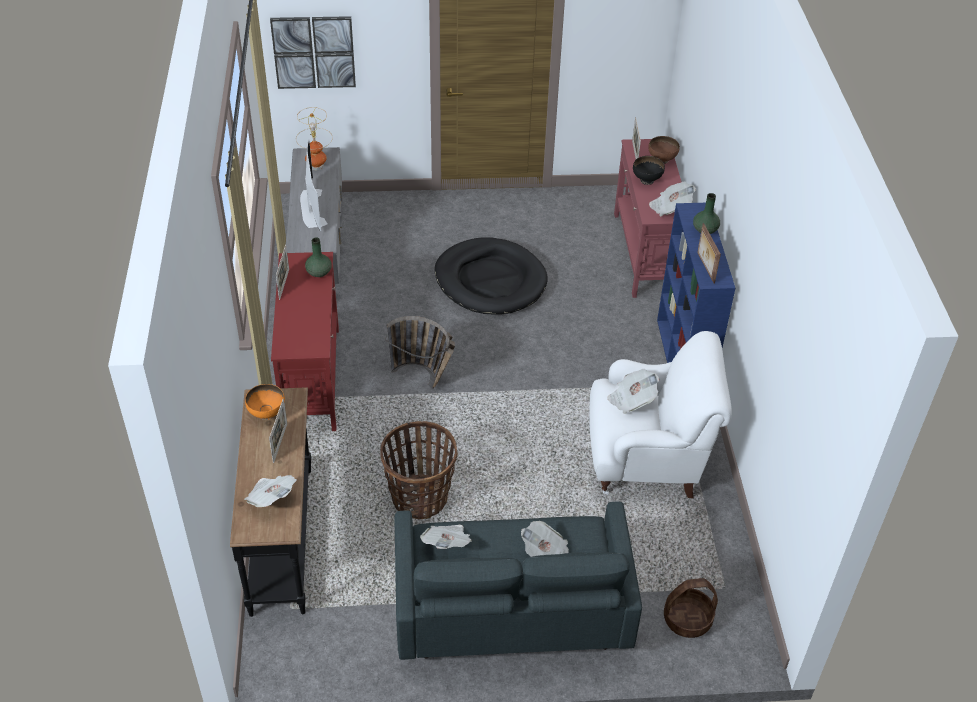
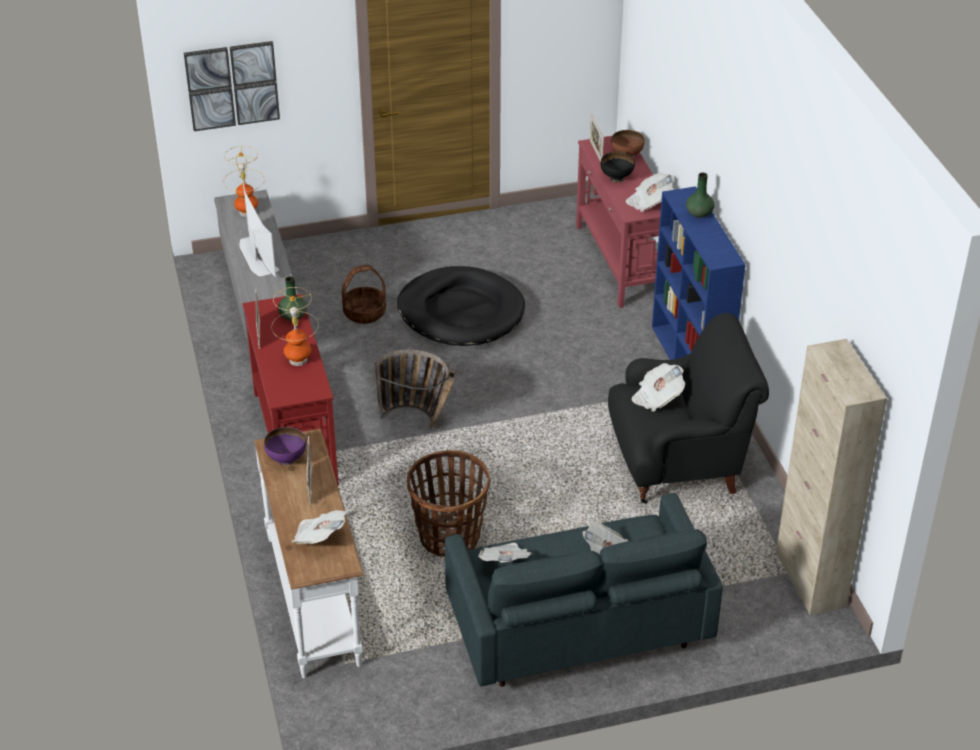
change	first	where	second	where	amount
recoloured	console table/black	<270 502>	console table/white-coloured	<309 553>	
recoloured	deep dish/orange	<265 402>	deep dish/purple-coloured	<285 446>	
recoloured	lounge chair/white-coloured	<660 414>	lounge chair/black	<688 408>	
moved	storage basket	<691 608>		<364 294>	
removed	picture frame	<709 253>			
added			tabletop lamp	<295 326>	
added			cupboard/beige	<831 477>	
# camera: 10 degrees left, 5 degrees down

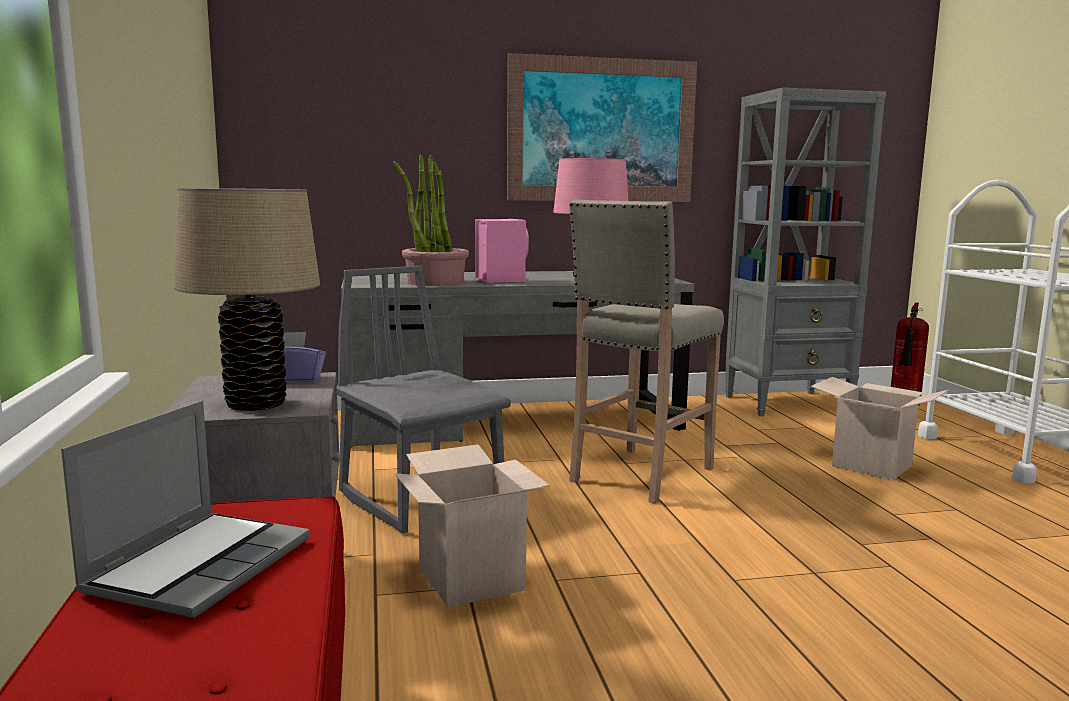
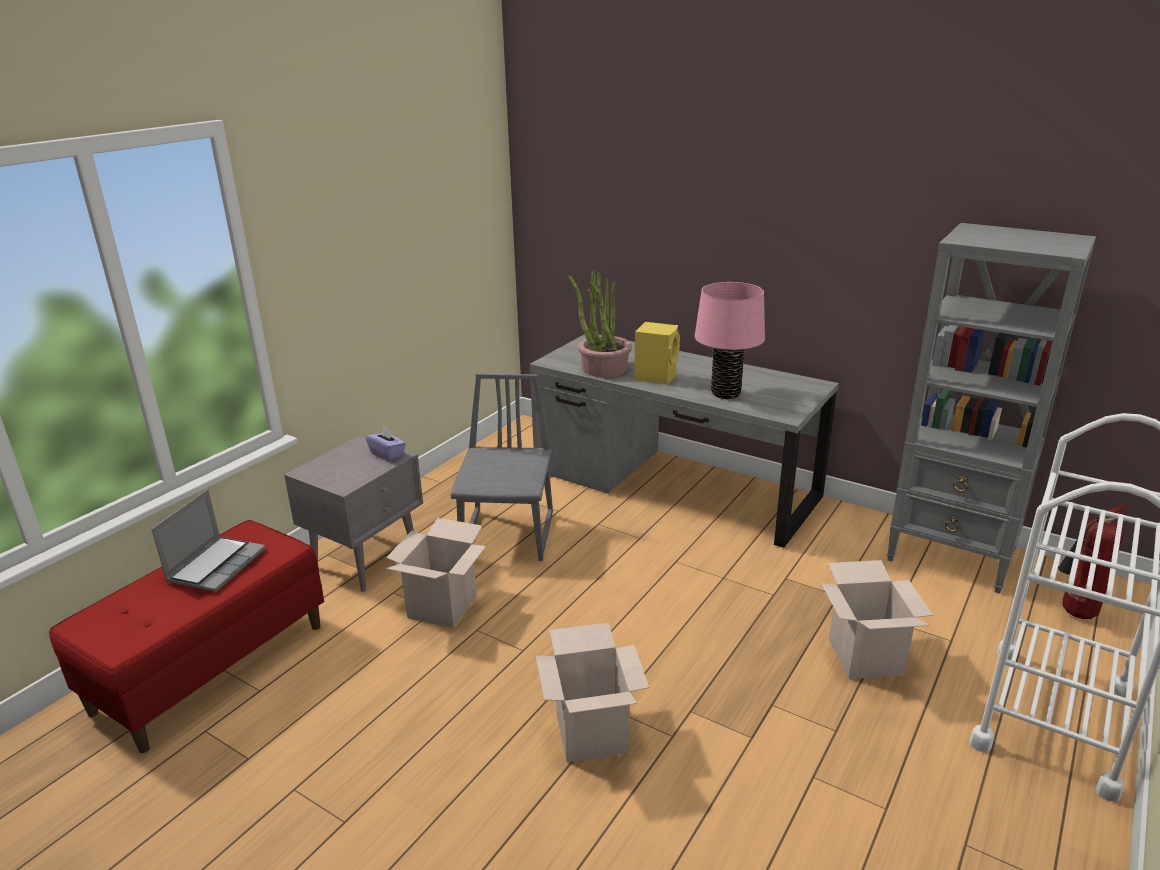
change	first	where	second	where	amount
turned	portable computer	<185 509>		<209 540>	45 degrees counterclockwise
removed	tabletop lamp/beige	<247 299>			
recoloured	speaker/pink-coloured	<502 251>	speaker/yellow	<657 353>	
removed	wall art	<602 127>			
removed	stool/beige	<646 351>			
added			packing box	<592 693>	
# camera: 45 degrees right, 15 degrees up

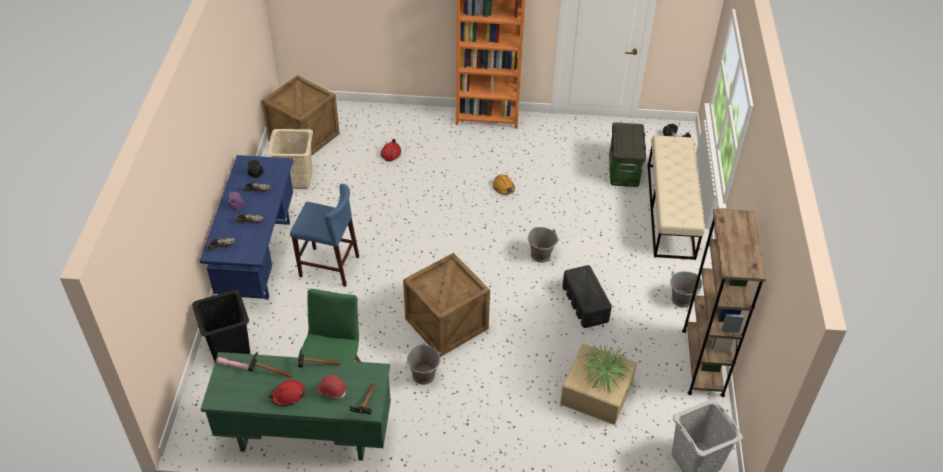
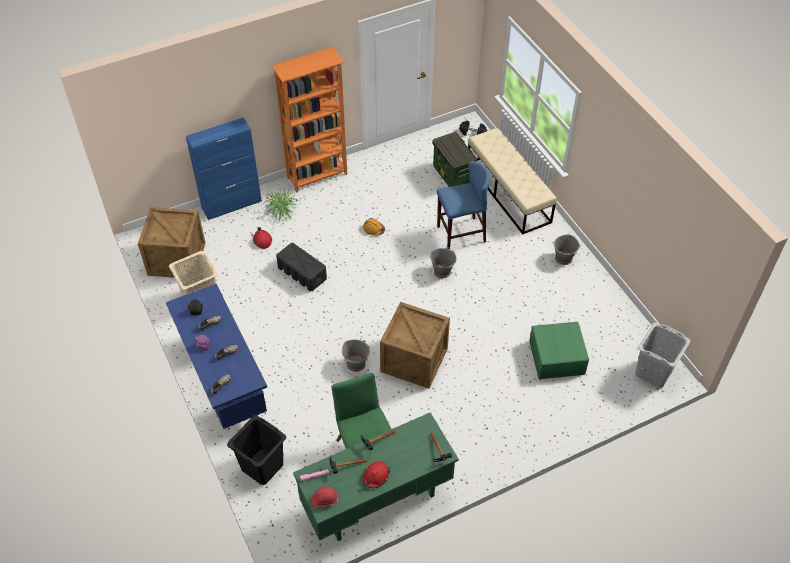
change	first	where	second	where	amount
moved	stool/bluish	<324 235>		<463 205>	
moved	safety helmet/red	<331 387>		<325 496>	
moved	bucket/gray	<423 364>		<356 355>	
recoloured	storage bin/beige	<598 384>	storage bin/greenish	<559 350>	
moved	storage bin/black	<587 296>		<301 267>	
moved	plant in a pot	<605 368>		<281 204>	
removed	bookshelf/brownish	<724 303>			
added			cupboard/bluish	<224 168>	
# camera: 30 degrees left, 5 degrees up

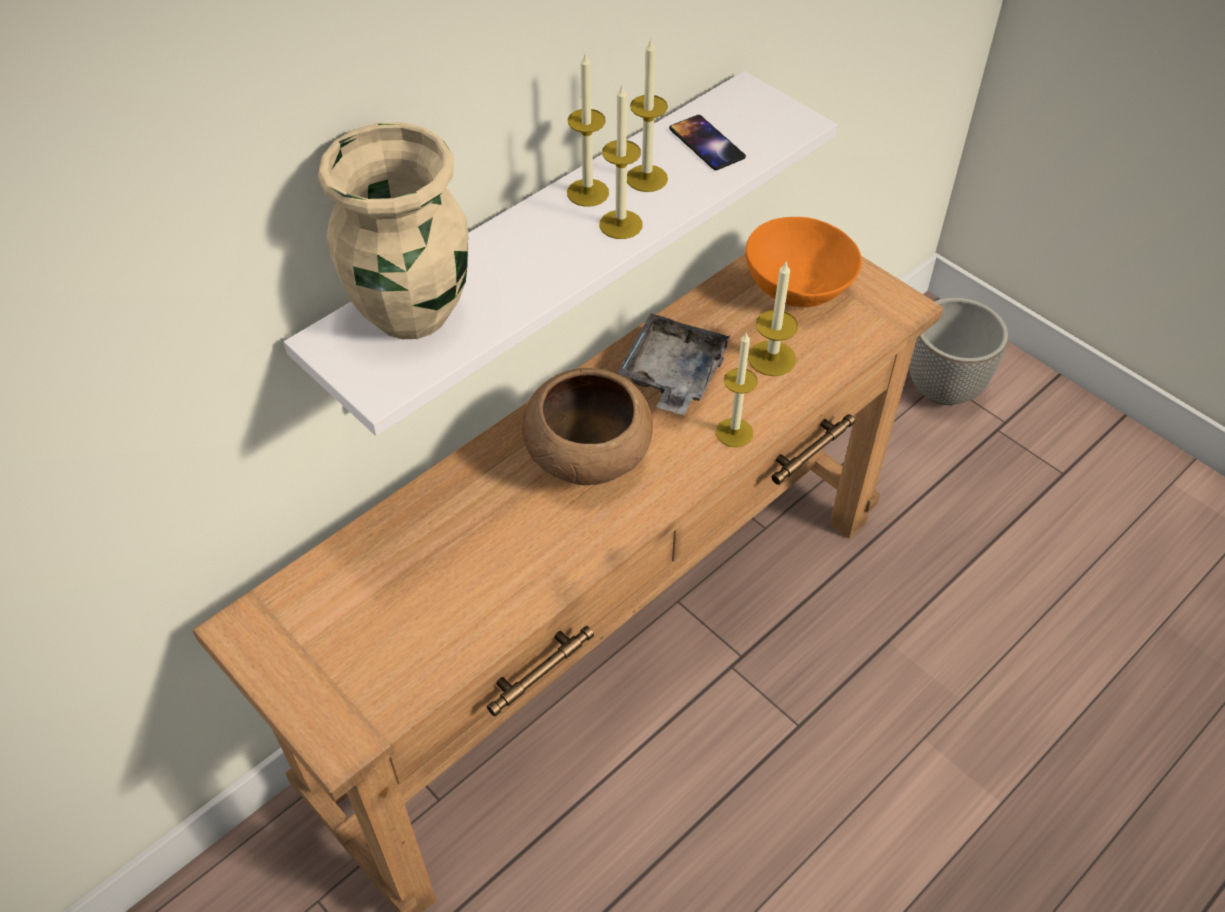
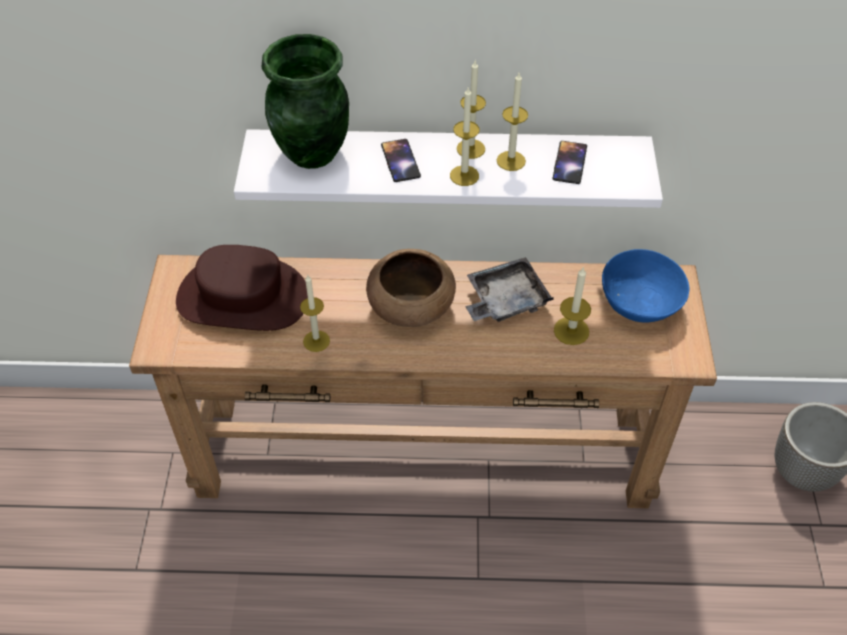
change	first	where	second	where	amount
recoloured	vase/beige	<393 230>	vase/greenish	<305 101>	
moved	wax light	<737 389>		<315 313>	
recoloured	deep dish/orange	<803 262>	deep dish/bluish	<645 285>	
added			clothing hat/brownish	<242 288>	
added			telephone	<401 160>	
# camera: 45 degrees right, 0 degrees up

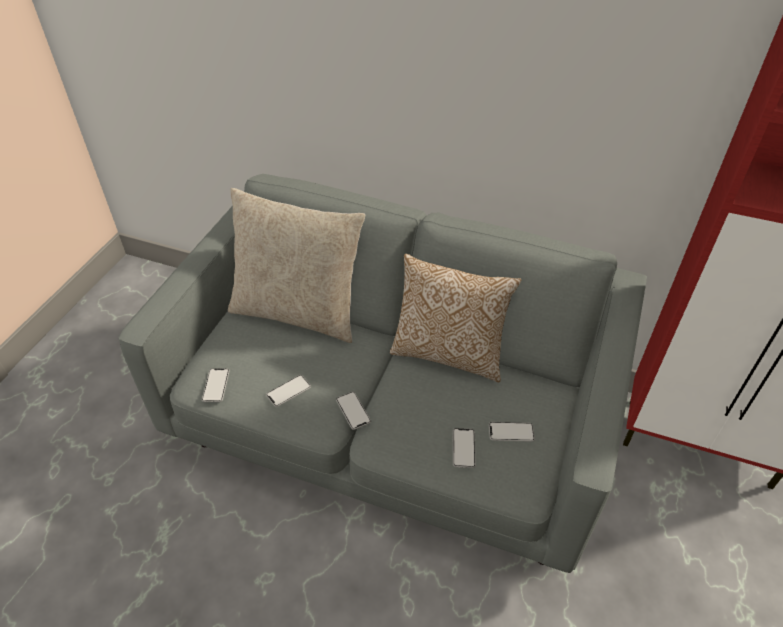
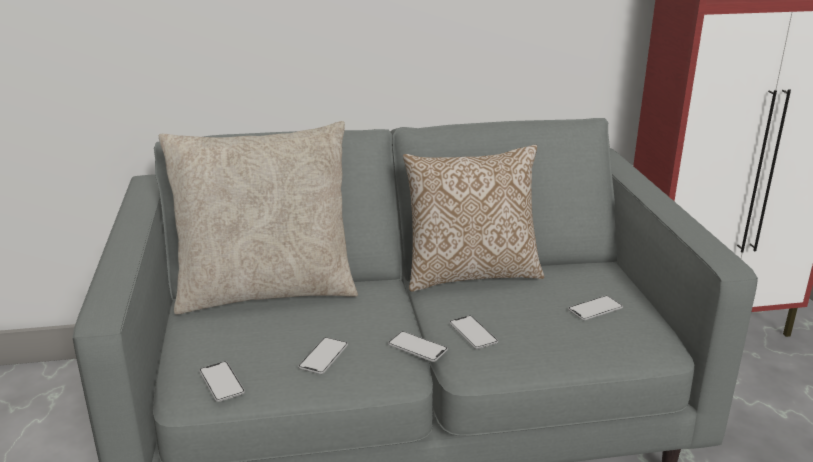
change	first	where	second	where	amount
moved	telephone	<464 448>		<473 332>	
# camera: 30 degrees left, 20 degrees down

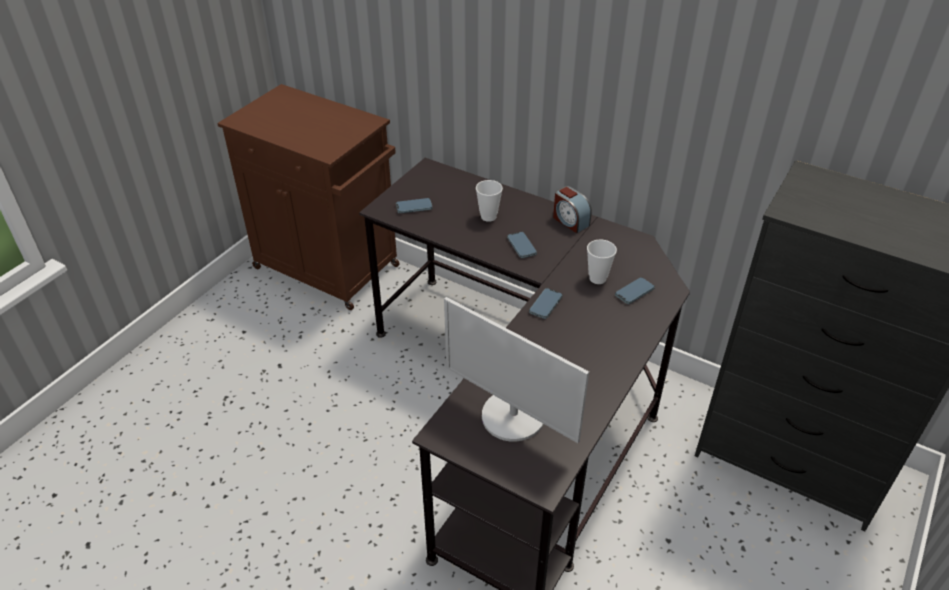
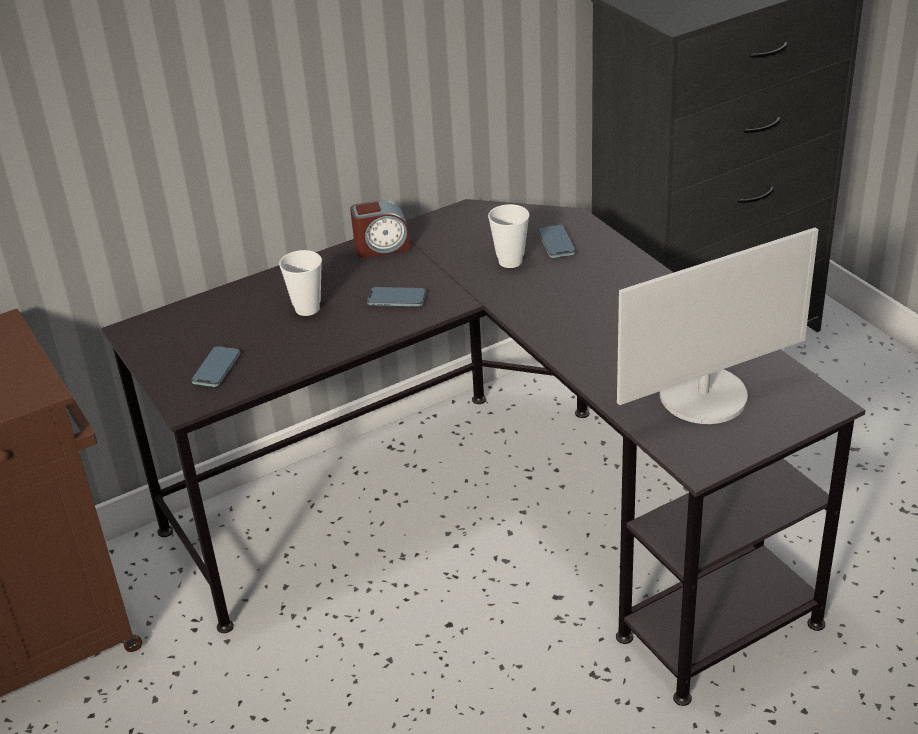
change	first	where	second	where	amount
removed	telephone	<546 303>			
# camera: 60 degrees left, 5 degrees down

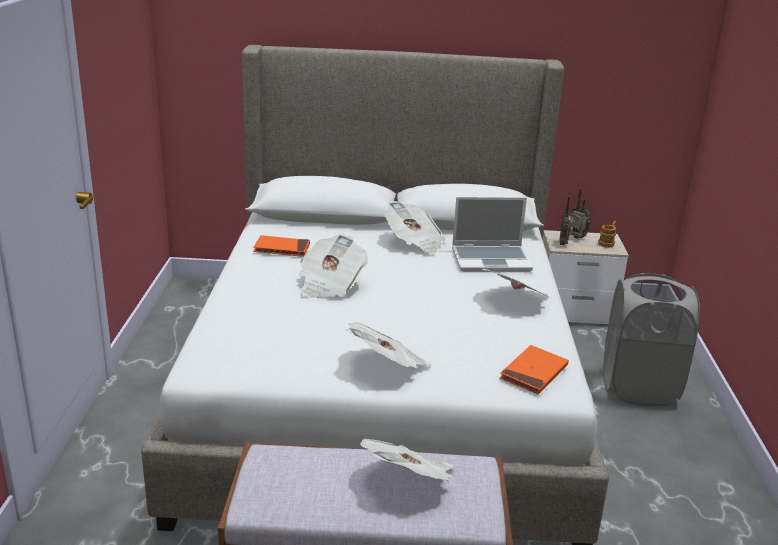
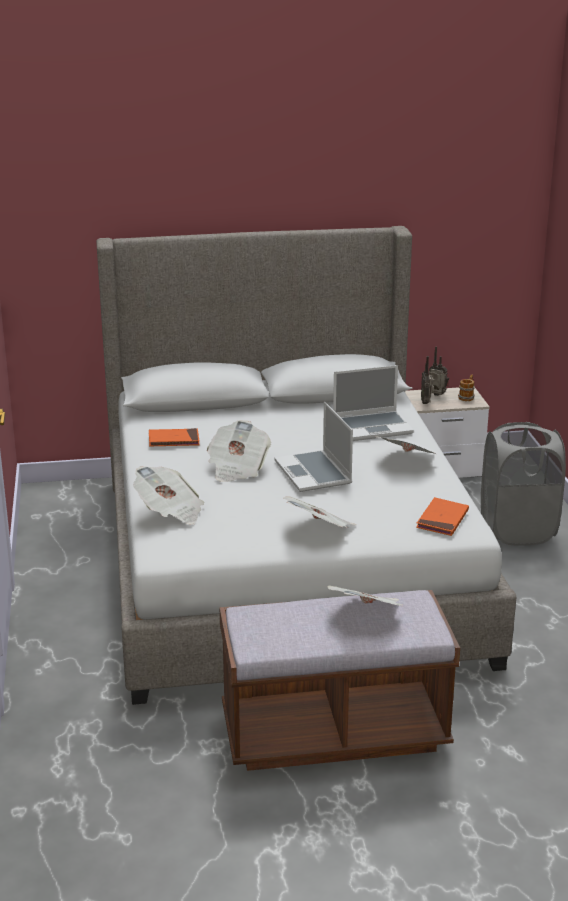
change	first	where	second	where	amount
moved	printed paper	<414 228>		<168 495>	
added			portable computer	<313 447>	
# camera: 10 degrees left, 0 degrees up

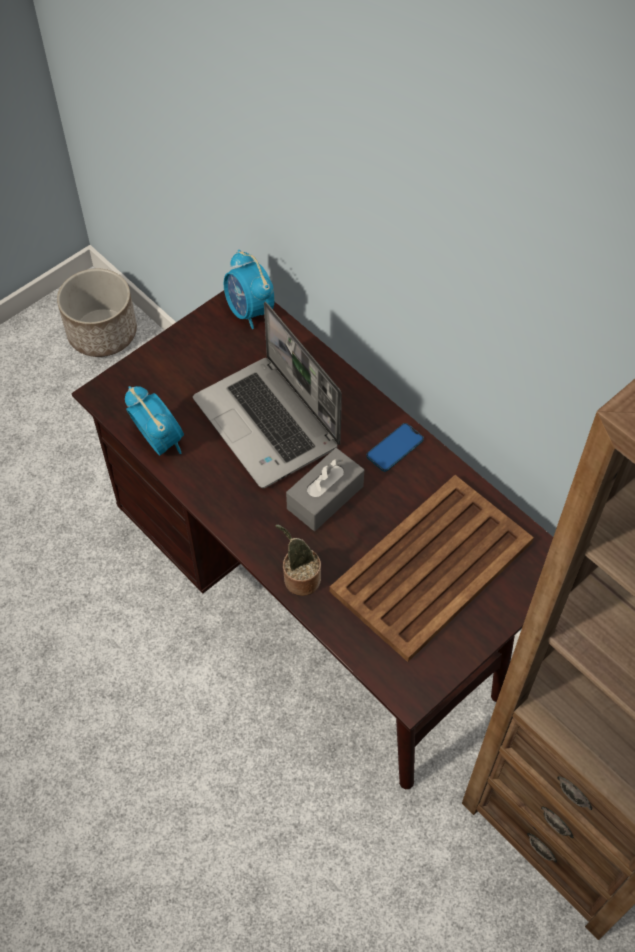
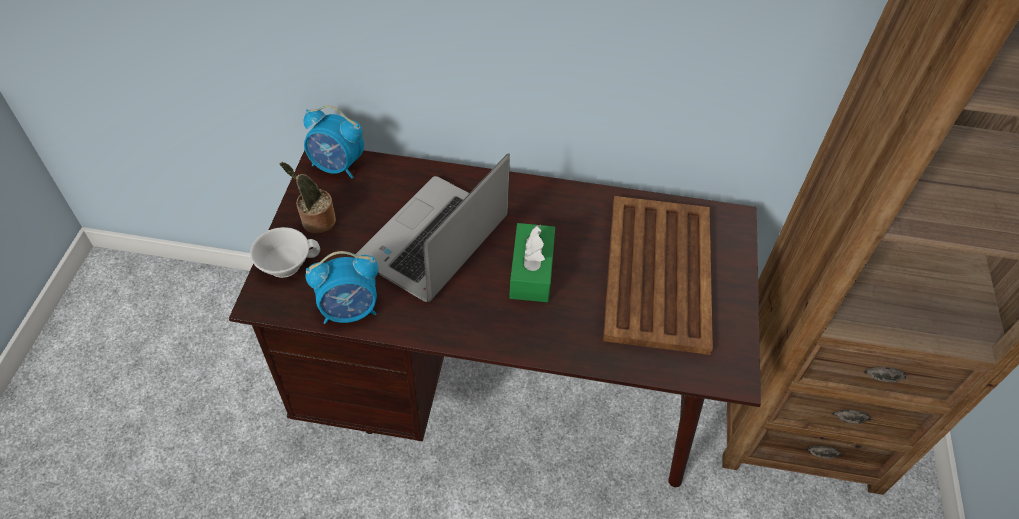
change	first	where	second	where	amount
removed	planter	<97 313>			
turned	alarm clock	<154 421>		<342 287>	150 degrees clockwise
turned	portable computer	<267 395>		<432 227>	105 degrees clockwise
moved	plant in a pot	<298 560>		<307 198>	
recoloured	tissue box/gray	<325 489>	tissue box/greenish	<532 262>	
removed	telephone	<395 447>			
added			drinking cup/white-coloured	<285 252>	
# camera: 40 degrees left, 5 degrees down

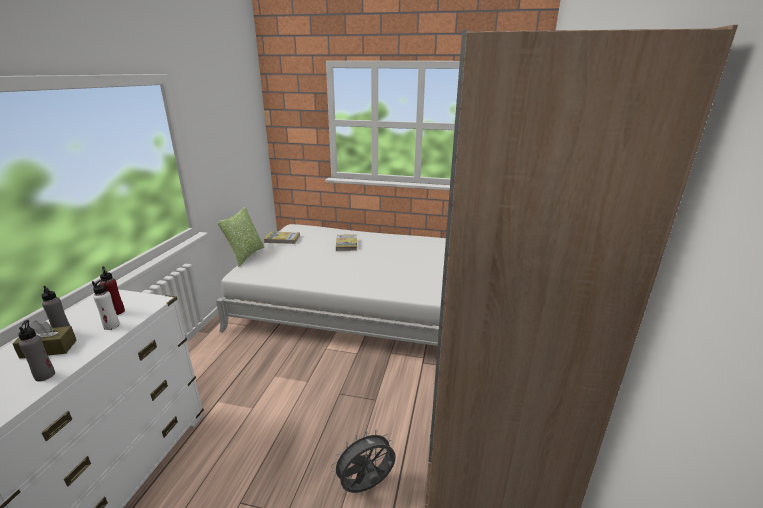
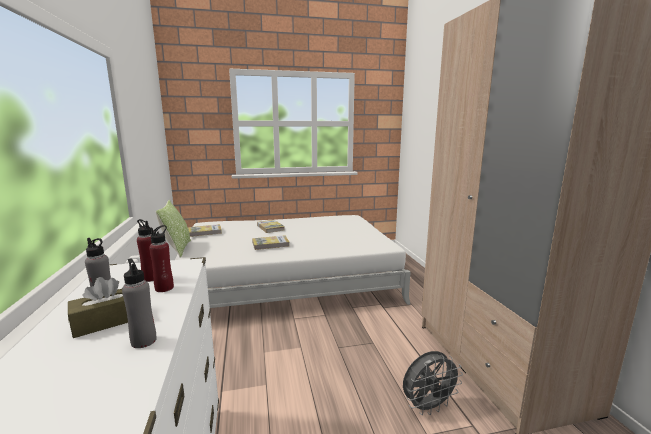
change	first	where	second	where	amount
recoloured	beverage bottle/white-coloured	<106 304>	beverage bottle/red	<161 258>	
turned	fan/gray	<363 461>		<433 383>	150 degrees counterclockwise
added			book	<270 242>	
# camera: 25 degrees left, 10 degrees down

